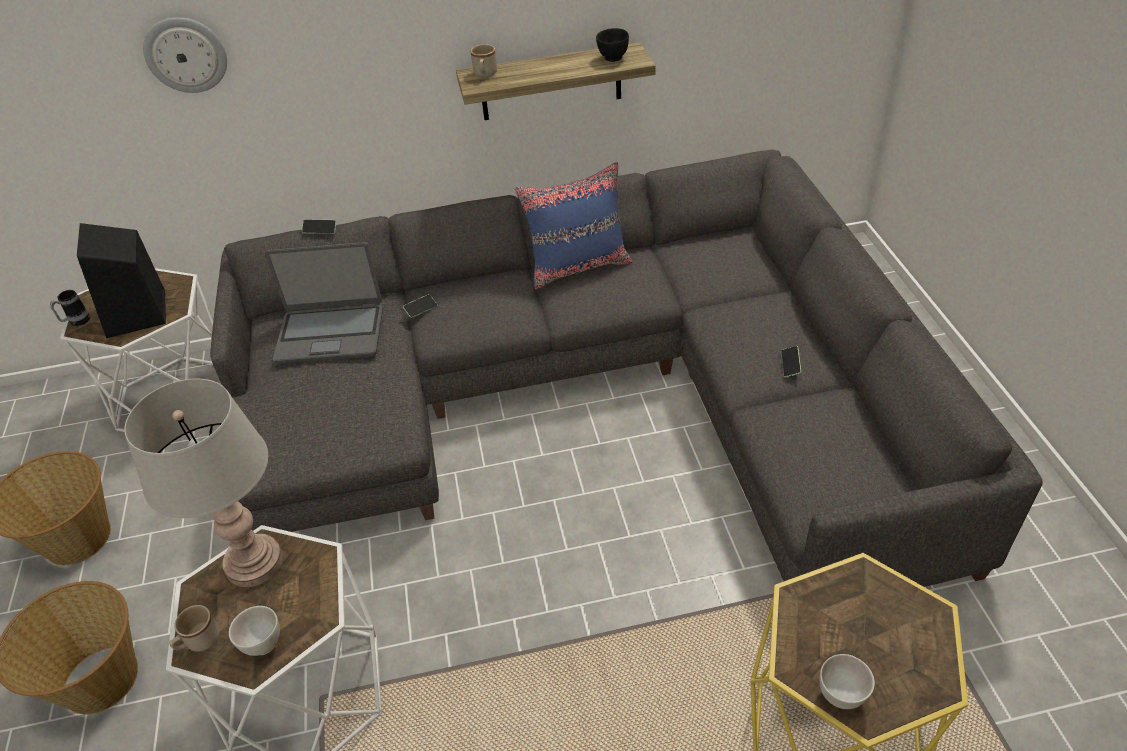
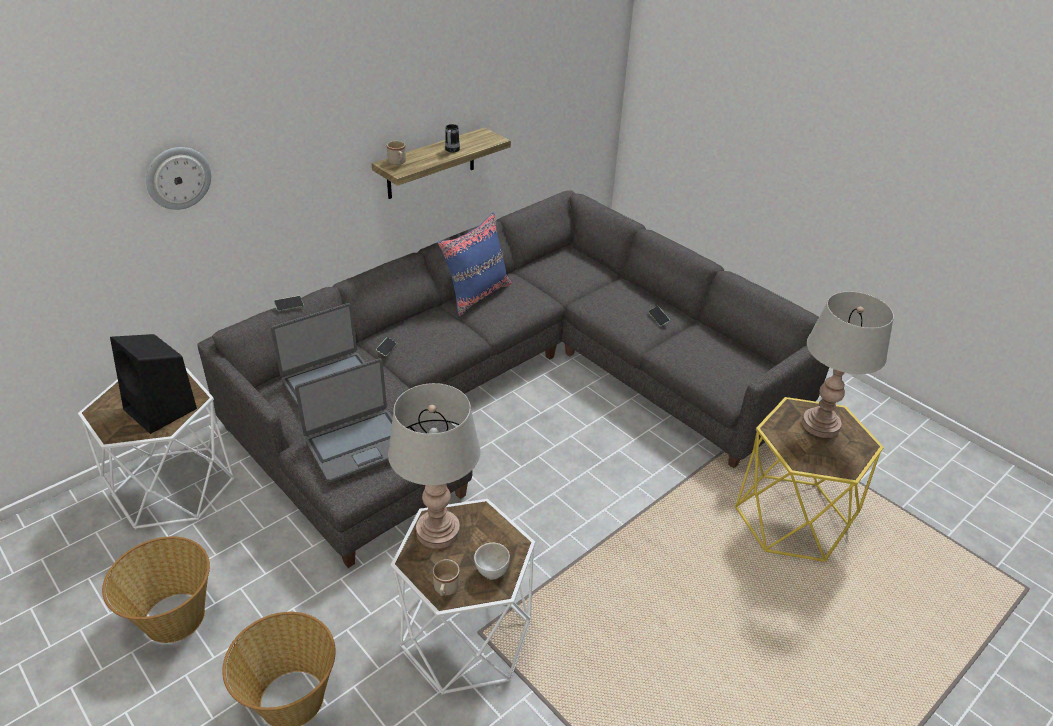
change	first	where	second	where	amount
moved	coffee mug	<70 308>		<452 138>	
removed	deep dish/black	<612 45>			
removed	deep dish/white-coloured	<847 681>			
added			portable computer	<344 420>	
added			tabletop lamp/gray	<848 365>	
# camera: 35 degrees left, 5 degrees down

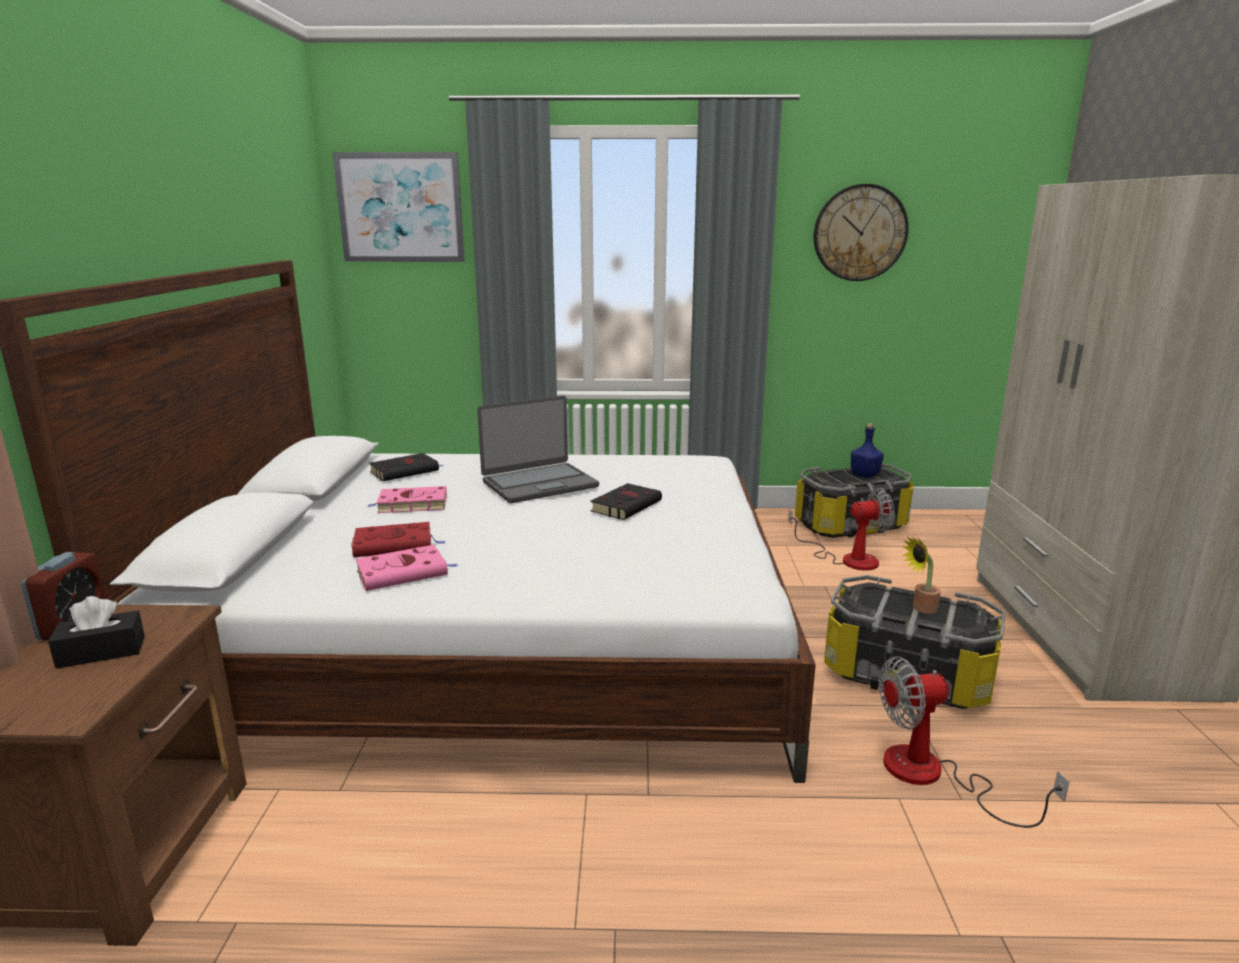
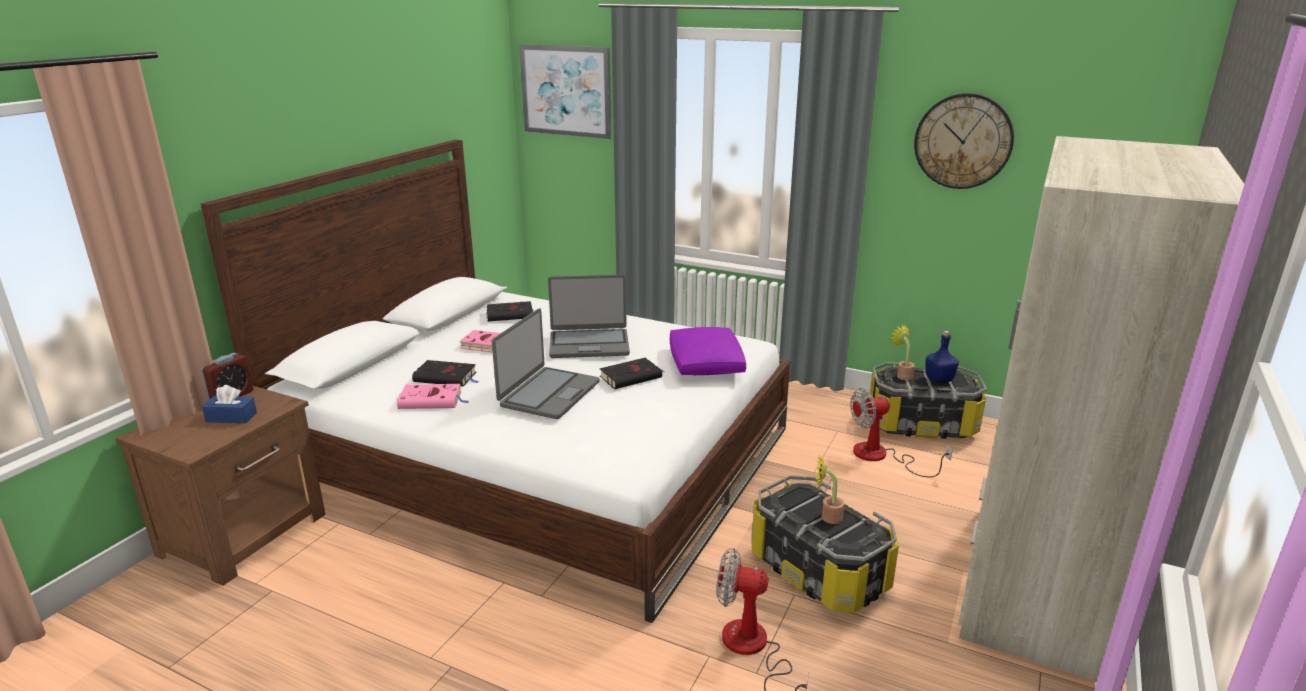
change	first	where	second	where	amount
recoloured	tissue box/black	<96 632>	tissue box/bluish	<229 404>	
recoloured	book/red	<398 539>	book/black	<445 373>	
turned	fan	<841 529>		<901 433>	150 degrees clockwise
added			portable computer	<546 363>	
added			pillow/purple-coloured	<708 351>	
added			plant in a pot	<902 352>	
# camera: 25 degrees right, 5 degrees up

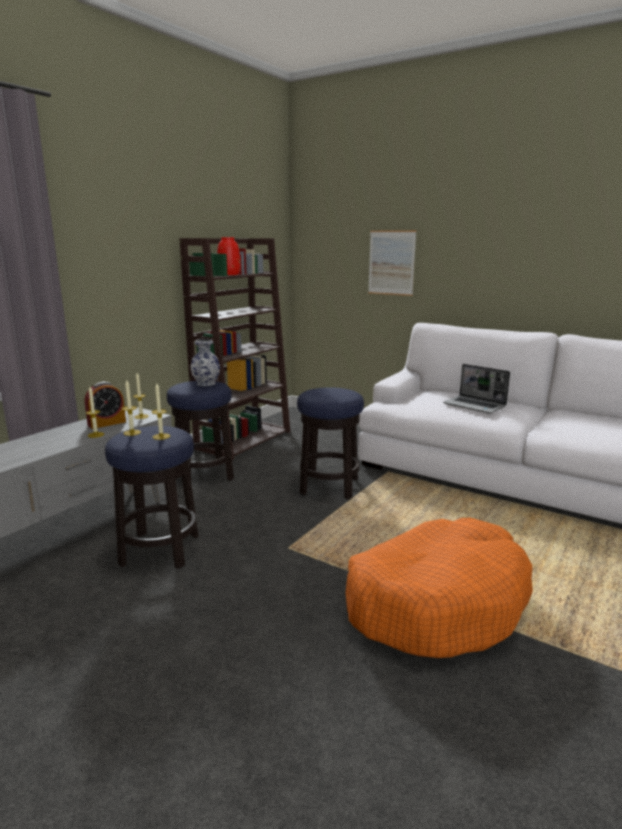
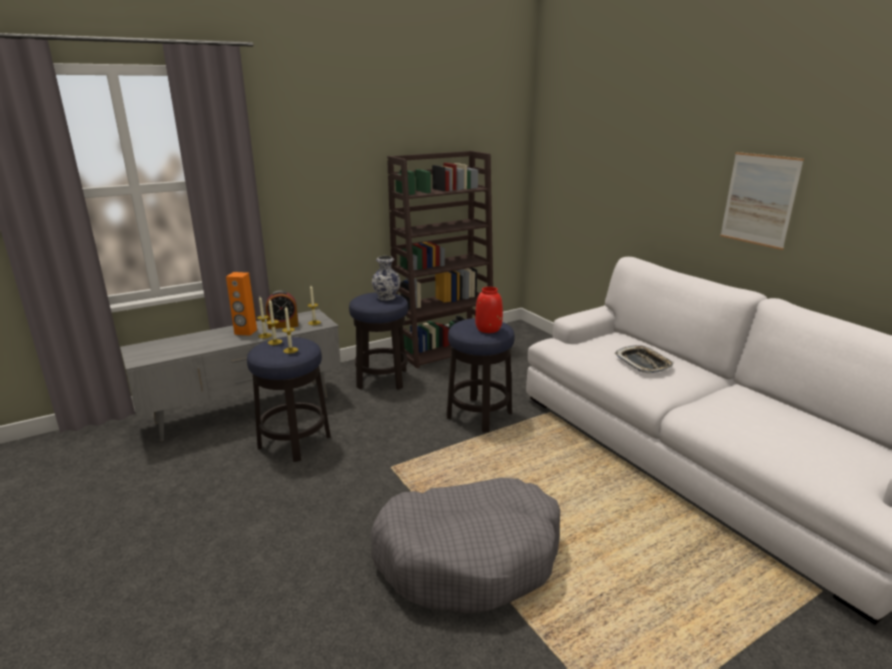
change	first	where	second	where	amount
moved	vase/red	<228 256>		<489 310>	
recoloured	dog bed/orange	<439 588>	dog bed/gray	<465 545>	
moved	wall art	<392 263>		<762 201>	
replaced	portable computer	<476 389>	tray	<644 359>	
added			speaker/orange	<241 304>	
# camera: 25 degrees right, 5 degrees up

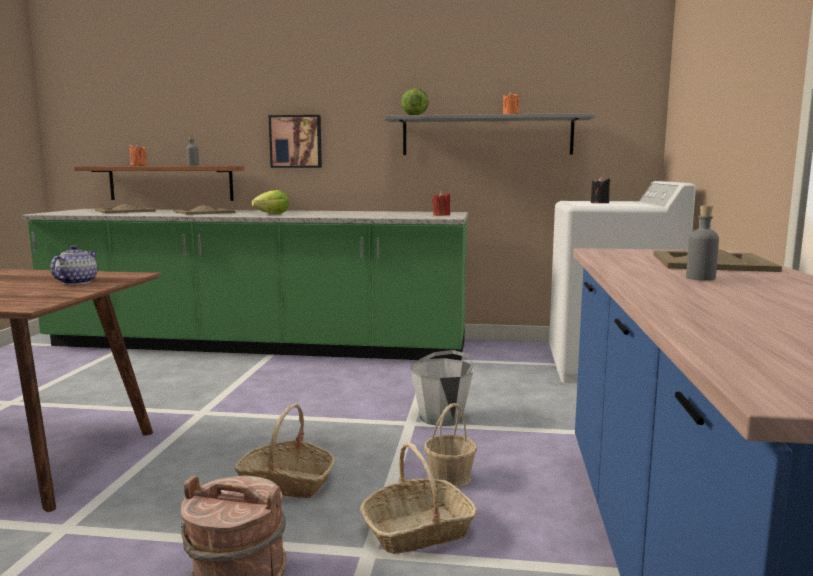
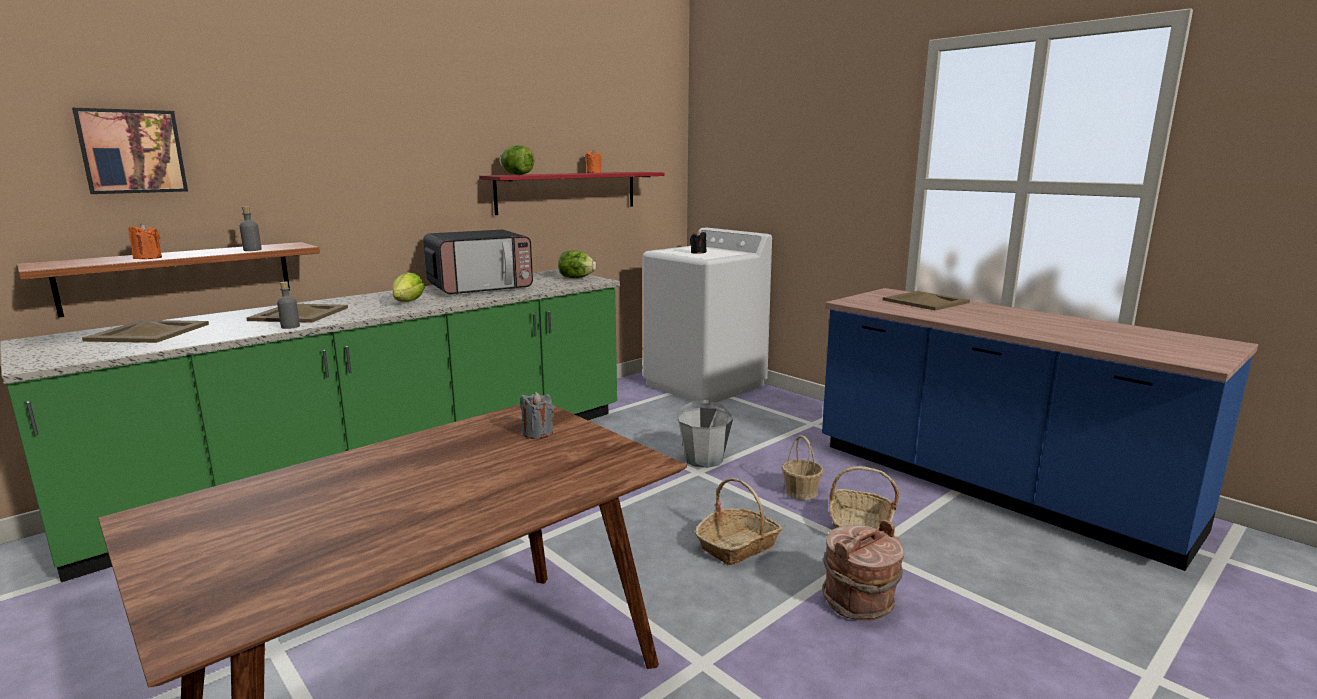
change	first	where	second	where	amount
replaced	tea pot	<73 265>	wax light/gray	<537 415>	
moved	wall art	<295 141>		<130 151>	
recoloured	bracket shelf/gray	<489 134>	bracket shelf/red	<572 193>	
replaced	wax light/red	<441 203>	head of lettuce	<577 264>	
moved	beverage bottle/gray	<702 243>		<288 305>	
added			microwave oven	<478 262>	
# camera: 50 degrees left, 5 degrees up

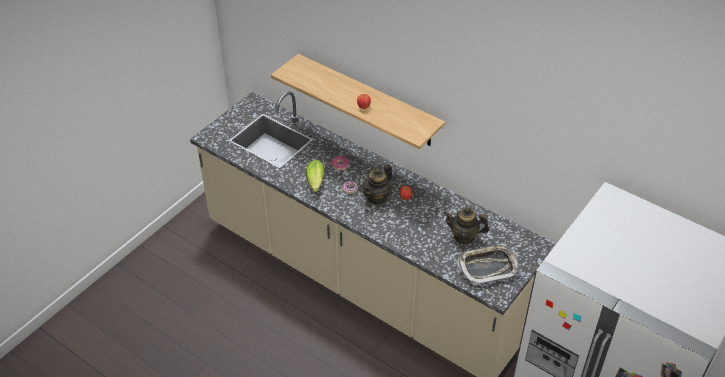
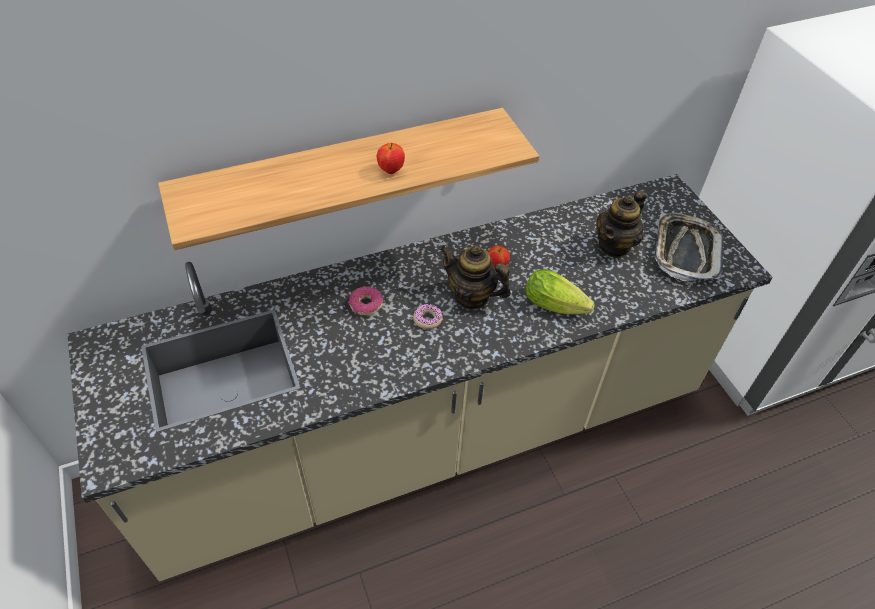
change	first	where	second	where	amount
moved	head of lettuce	<315 176>		<560 291>	
turned	tea pot	<377 184>		<475 277>	135 degrees clockwise
# camera: 60 degrees left, 5 degrees up

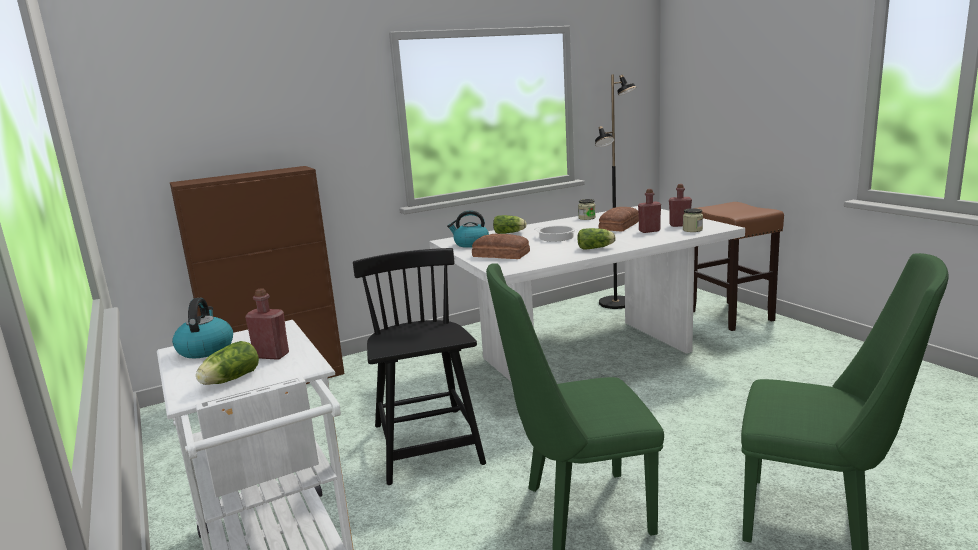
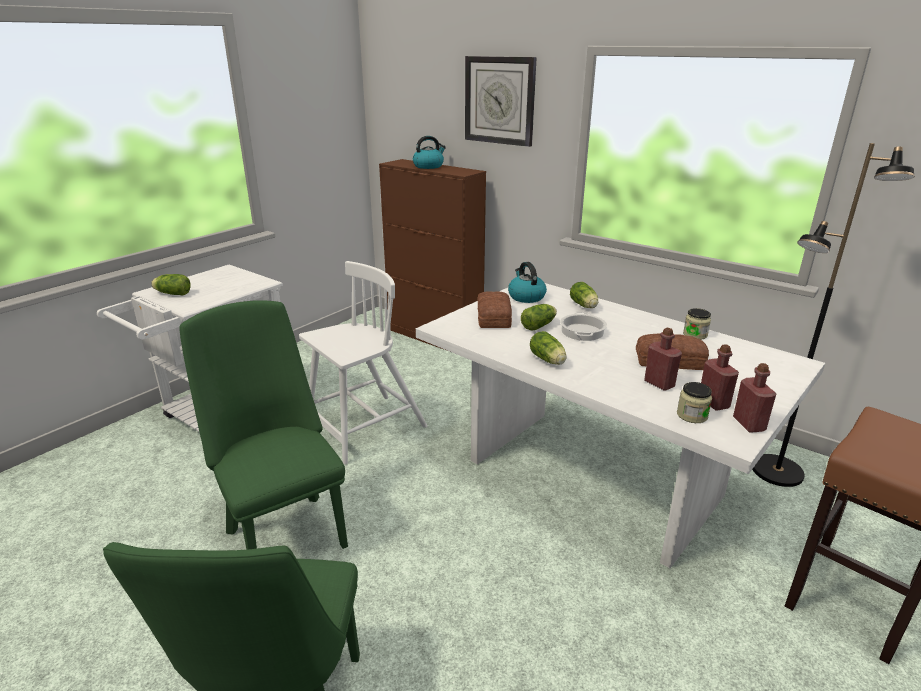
change	first	where	second	where	amount
moved	tea kettle	<202 328>		<429 152>	
moved	beverage bottle/red	<267 324>		<754 398>	
recoloured	chair/black	<419 366>	chair/white-coloured	<363 363>	
added			wall clock	<501 101>	
added			head of lettuce	<539 317>	
# camera: 65 degrees right, 10 degrees up

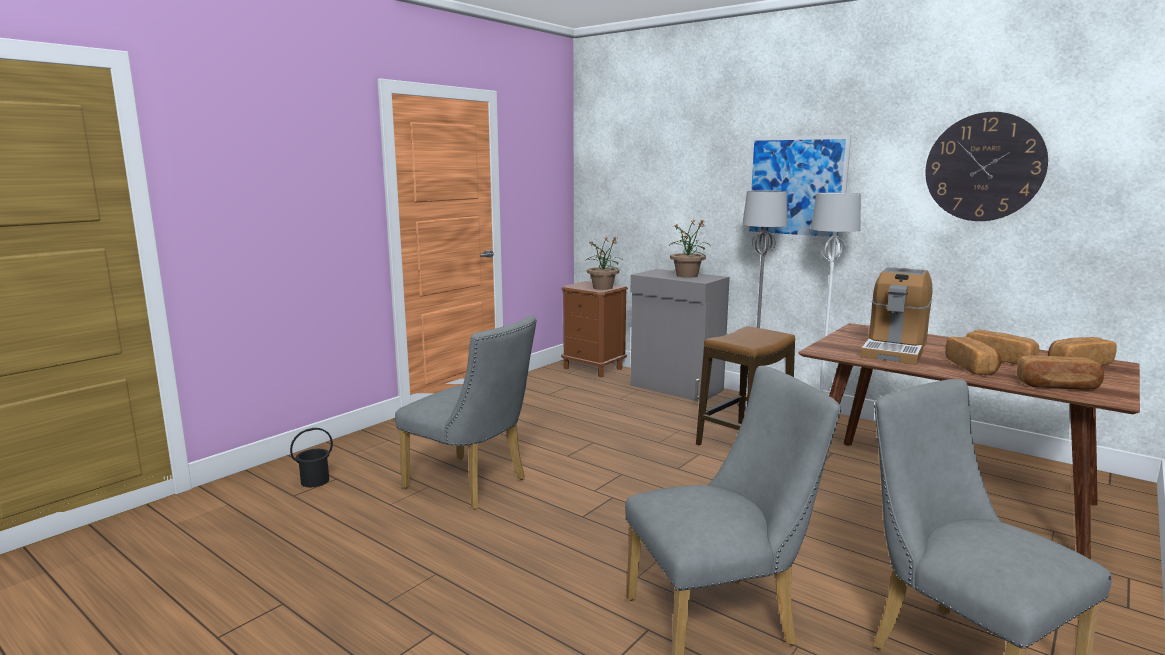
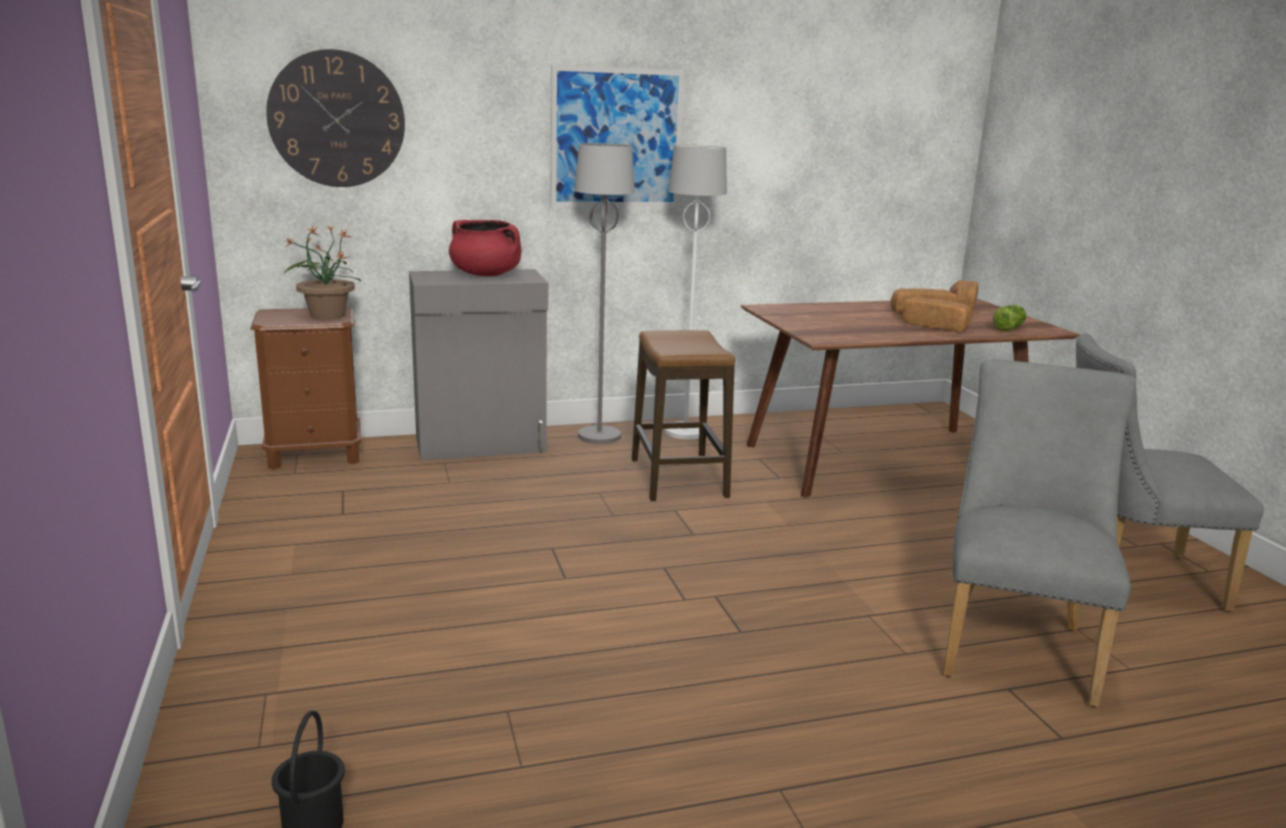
change	first	where	second	where	amount
removed	chair/gray	<466 412>			
replaced	plant in a pot	<690 248>	cooking pot/red	<485 248>	
removed	coffee machine	<896 316>			
moved	wall clock	<987 166>		<335 118>	
replaced	bread	<1060 372>	head of lettuce	<1009 318>	
# camera: 55 degrees left, 5 degrees up

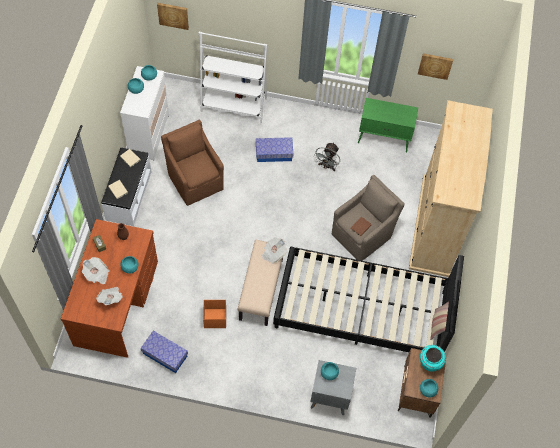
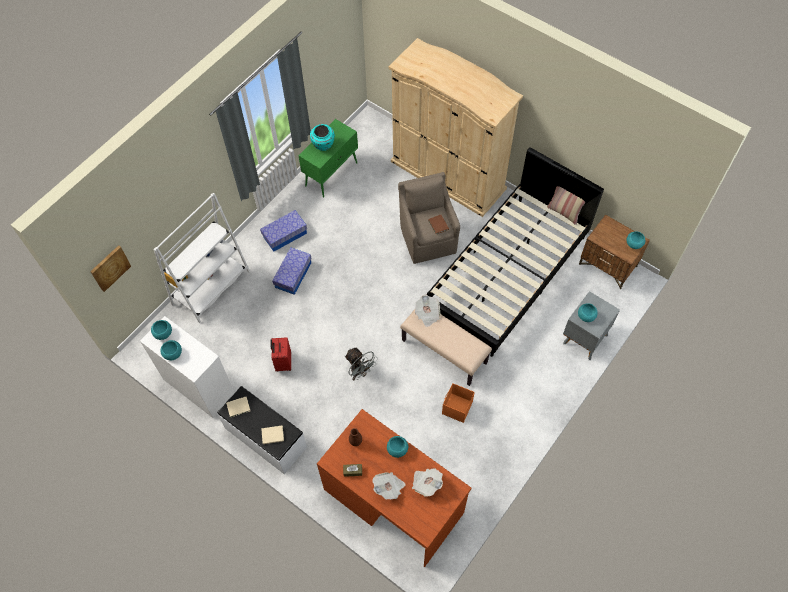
change	first	where	second	where	amount
moved	storage bin	<164 352>		<283 231>	
replaced	lounge chair/brownish	<192 163>	travel case/red	<280 354>	
moved	fan/gray	<327 156>		<361 364>	
removed	wall art	<435 66>			
moved	vase/turquoise-coloured	<433 358>		<322 137>	
# camera: 60 degrees left, 0 degrees up

